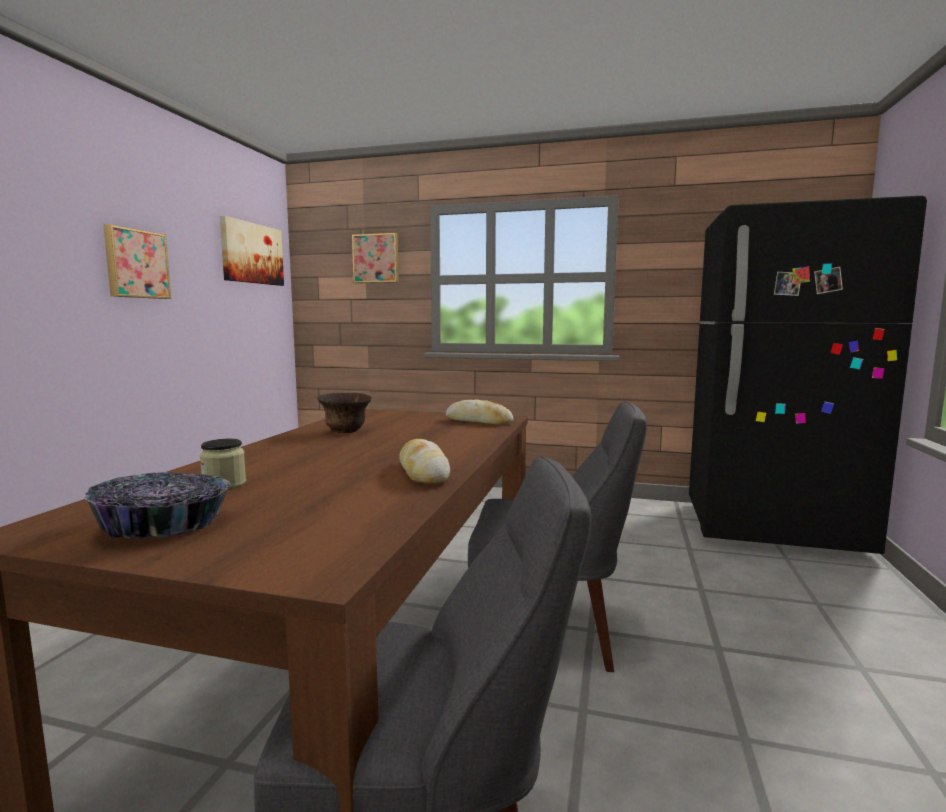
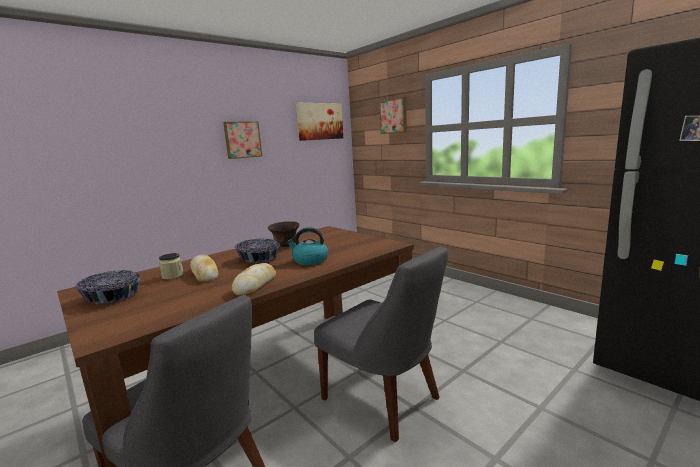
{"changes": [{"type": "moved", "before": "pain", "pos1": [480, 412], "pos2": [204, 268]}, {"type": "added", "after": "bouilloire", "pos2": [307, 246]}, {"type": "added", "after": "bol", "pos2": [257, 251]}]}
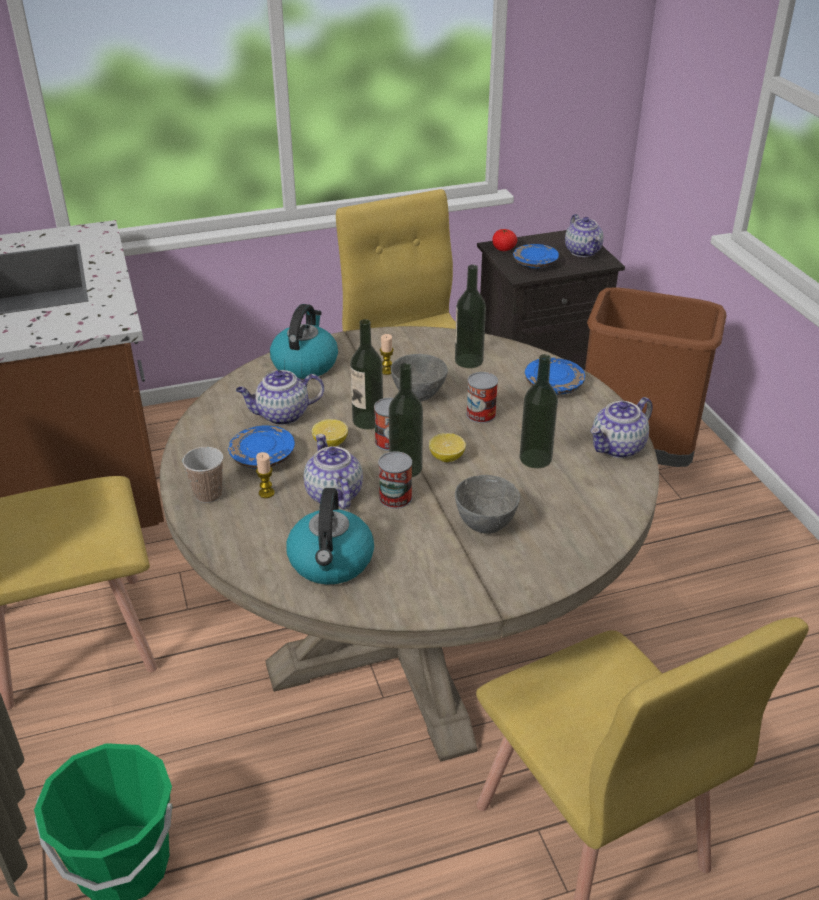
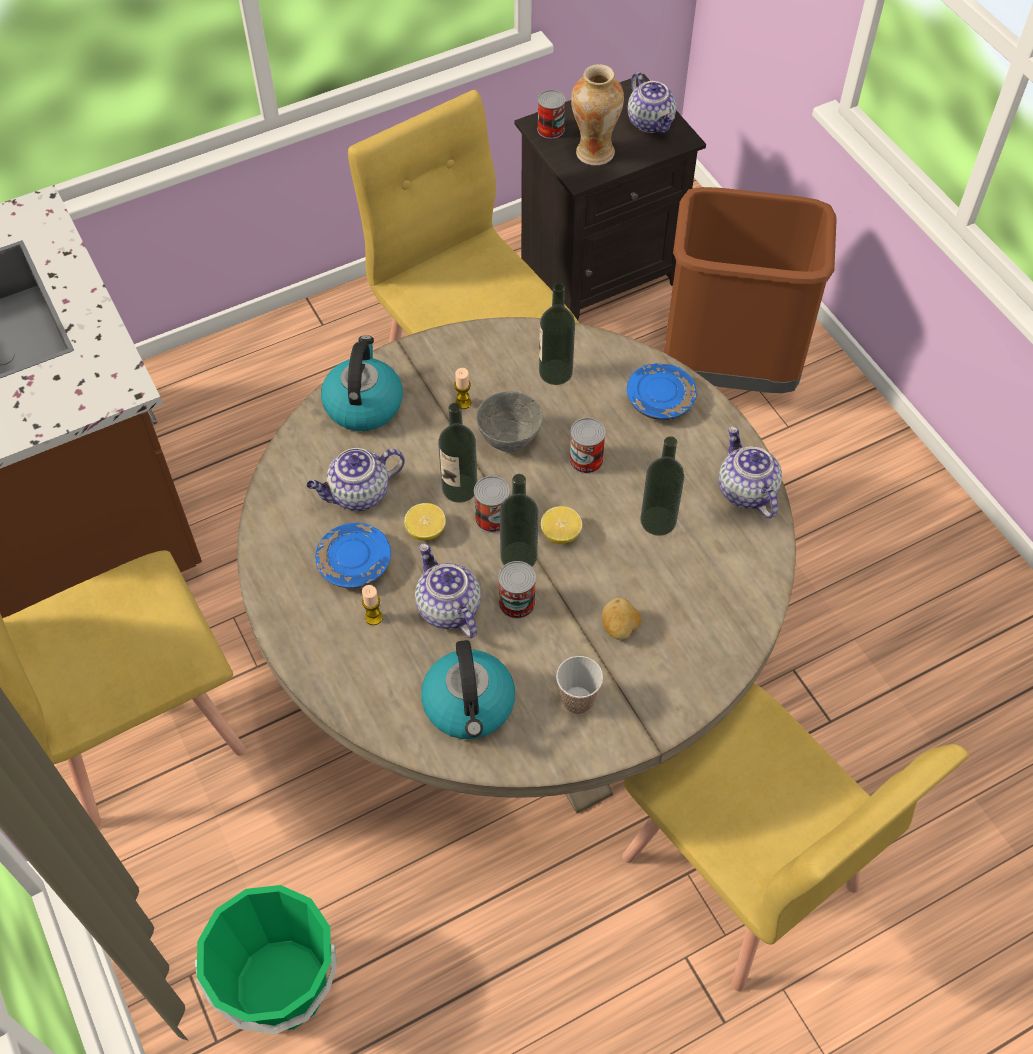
{"changes": [{"type": "replaced", "before": "tomate", "after": "boîte métallique", "pos1": [504, 240], "pos2": [551, 114]}, {"type": "replaced", "before": "assiette [bleu]", "after": "vase", "pos1": [536, 256], "pos2": [597, 115]}, {"type": "turned", "before": "théière", "pos1": [621, 427], "pos2": [750, 472], "turn": 120}, {"type": "moved", "before": "tasse", "pos1": [203, 475], "pos2": [579, 685]}, {"type": "replaced", "before": "bol [gris]", "after": "pomme de terre", "pos1": [487, 504], "pos2": [621, 619]}]}
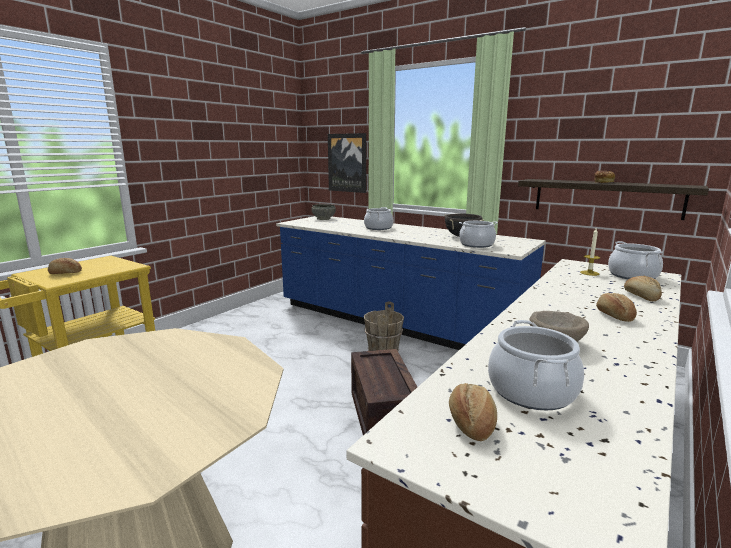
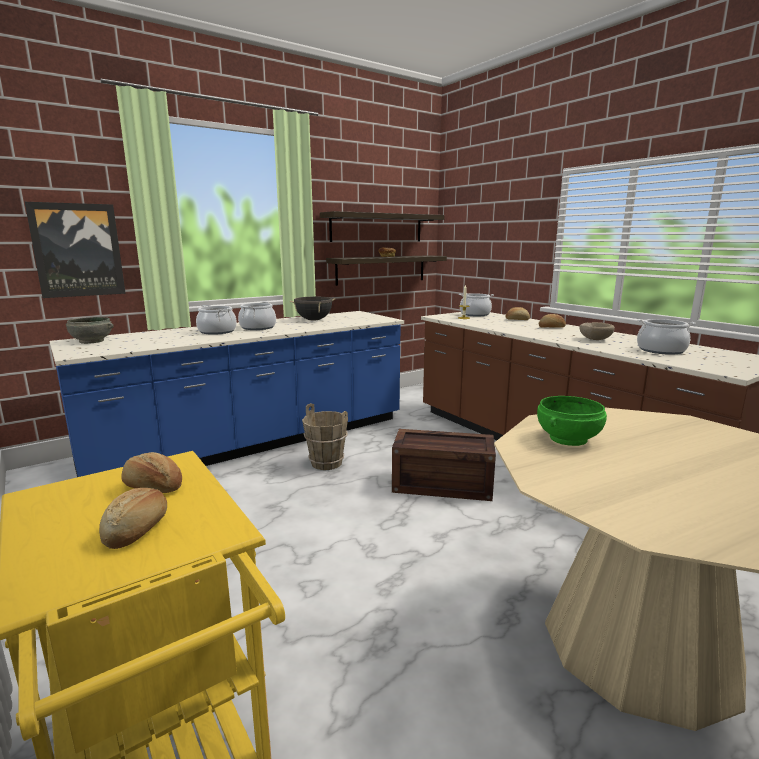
{"changes": [{"type": "moved", "before": "marmite", "pos1": [478, 234], "pos2": [257, 315]}, {"type": "moved", "before": "pain", "pos1": [473, 412], "pos2": [151, 472]}, {"type": "added", "after": "étagère", "pos2": [382, 226]}, {"type": "added", "after": "bol [vert]", "pos2": [572, 421]}]}
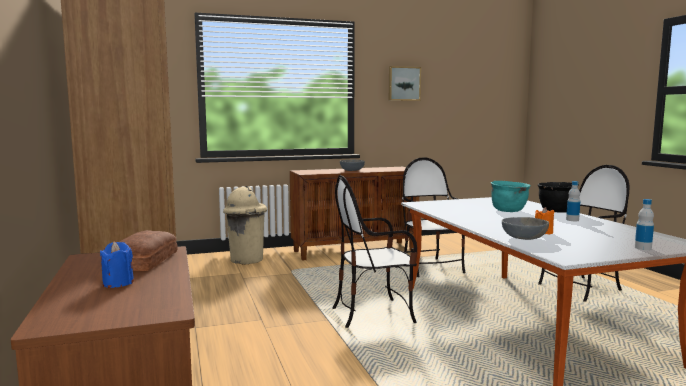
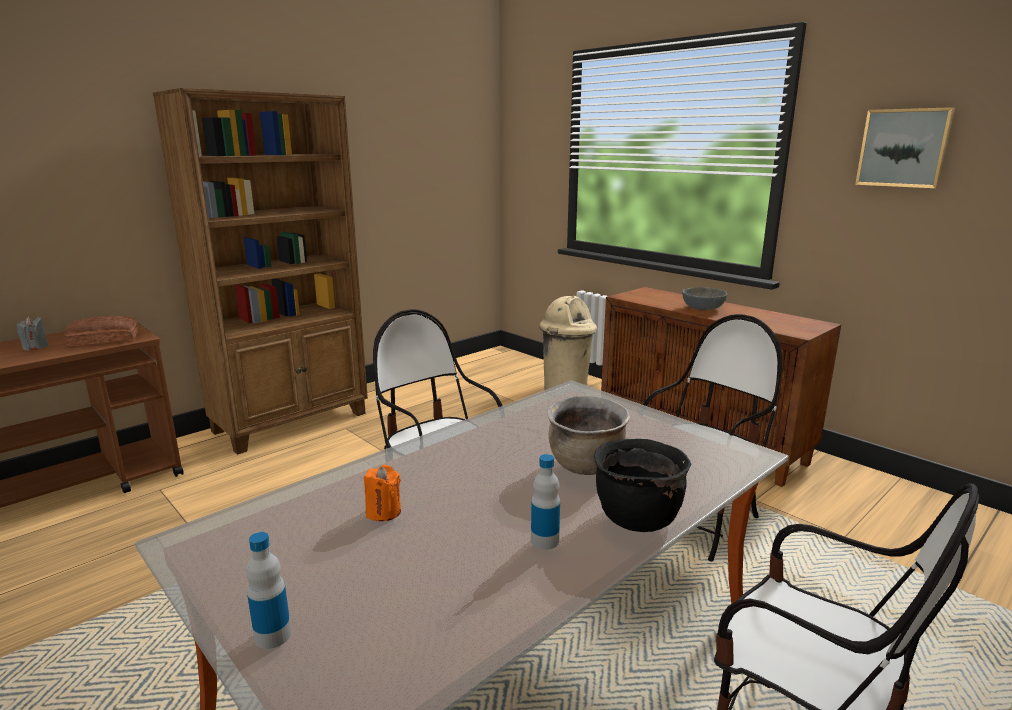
{"changes": [{"type": "recoloured", "before": "marmite [turquoise]", "after": "marmite [marron]", "pos1": [510, 196], "pos2": [588, 435]}, {"type": "removed", "before": "bol [gris]", "pos1": [525, 228]}, {"type": "recoloured", "before": "bougie [bleu]", "after": "bougie [gris]", "pos1": [117, 265], "pos2": [33, 333]}]}
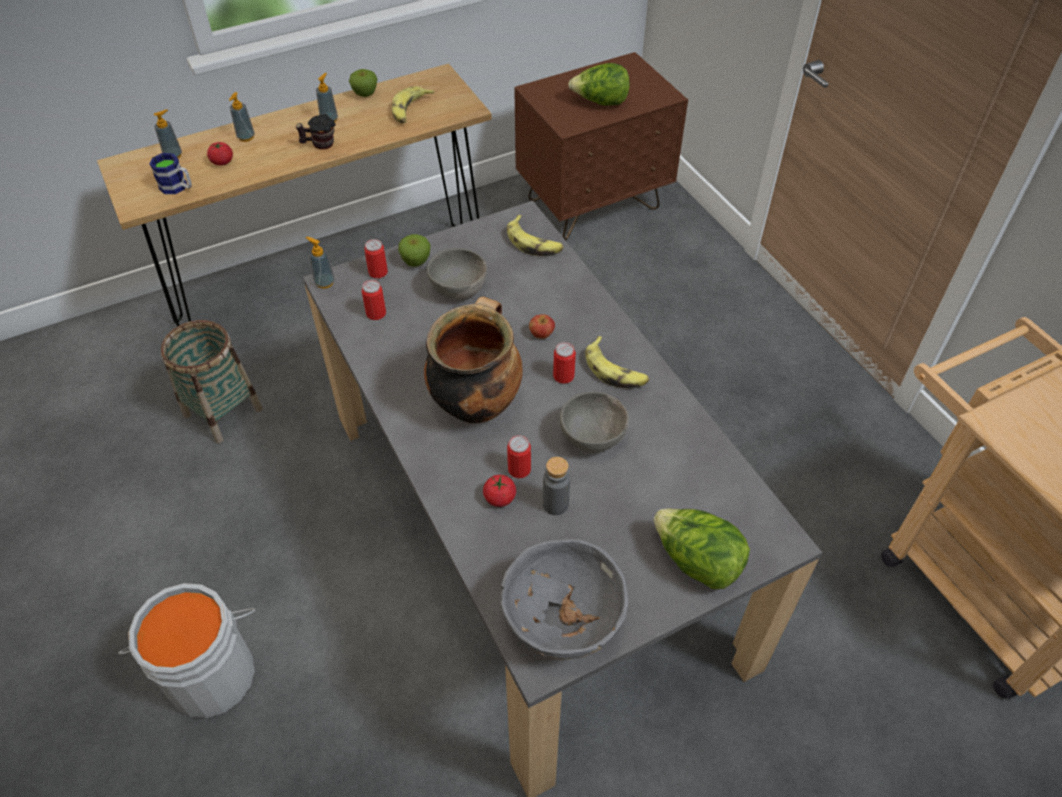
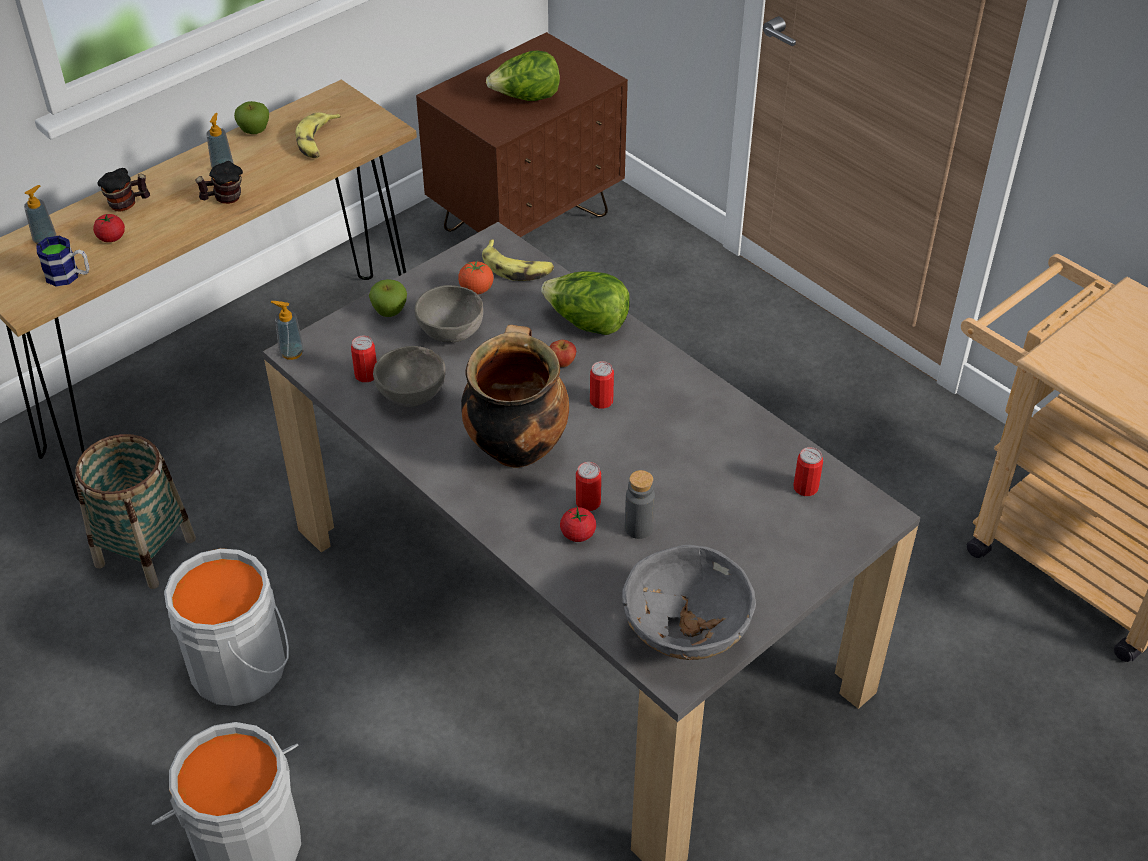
{"changes": [{"type": "replaced", "before": "distributeur de savon", "after": "mug", "pos1": [242, 117], "pos2": [123, 189]}, {"type": "moved", "before": "boîte métallique", "pos1": [376, 259], "pos2": [808, 471]}, {"type": "removed", "before": "banane", "pos1": [617, 362]}, {"type": "moved", "before": "bol [gris]", "pos1": [594, 422], "pos2": [409, 376]}, {"type": "moved", "before": "laitue", "pos1": [701, 549], "pos2": [585, 303]}, {"type": "added", "after": "tomate", "pos2": [475, 277]}, {"type": "added", "after": "seau [gris]", "pos2": [226, 627]}]}
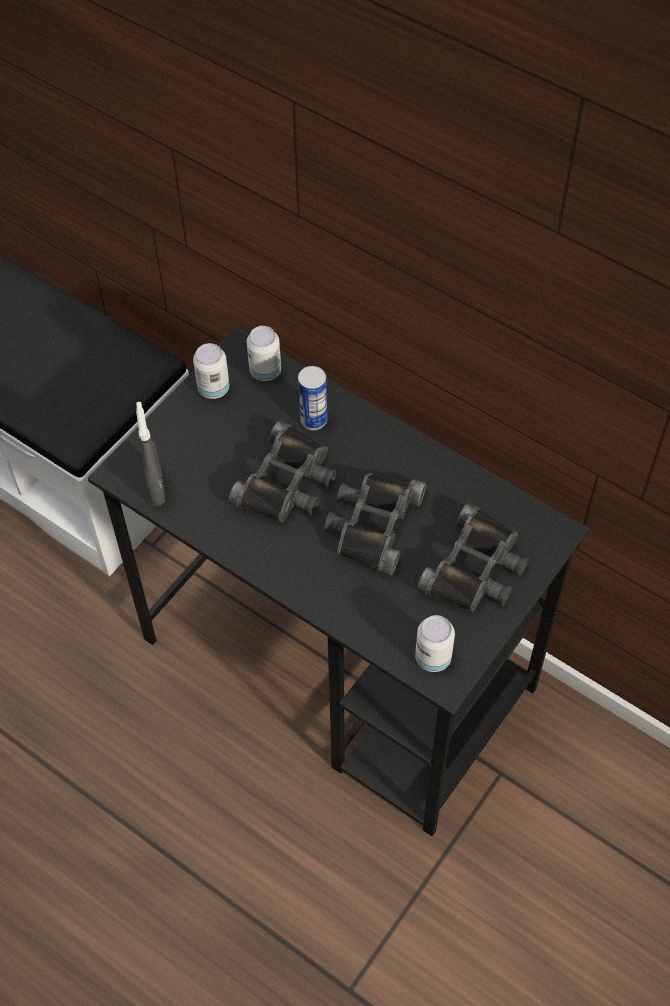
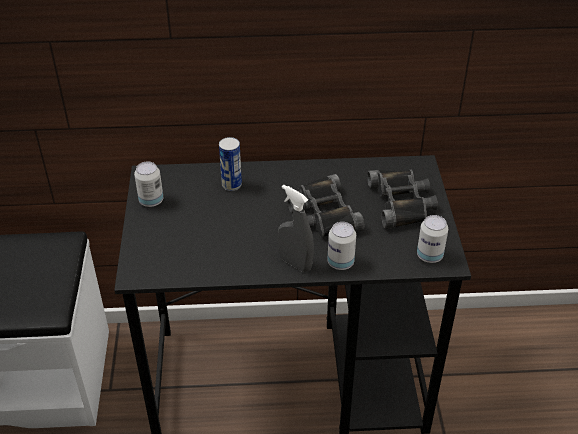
{"changes": [{"type": "moved", "before": "boîte métallique", "pos1": [264, 353], "pos2": [342, 246]}, {"type": "moved", "before": "vaporisateur [gris]", "pos1": [150, 454], "pos2": [296, 228]}, {"type": "removed", "before": "jumelles [noir]", "pos1": [282, 471]}]}
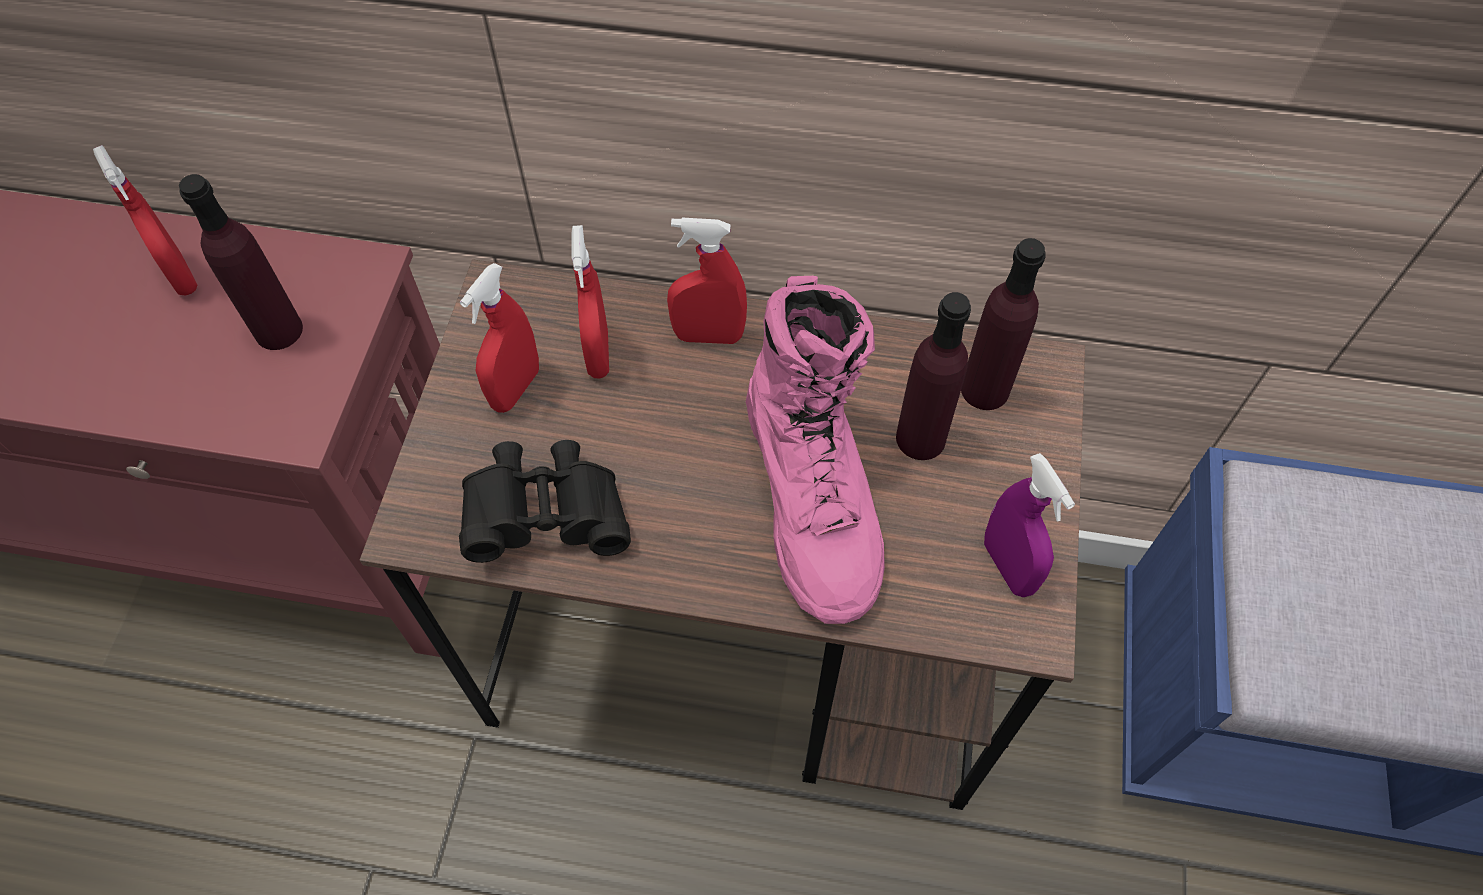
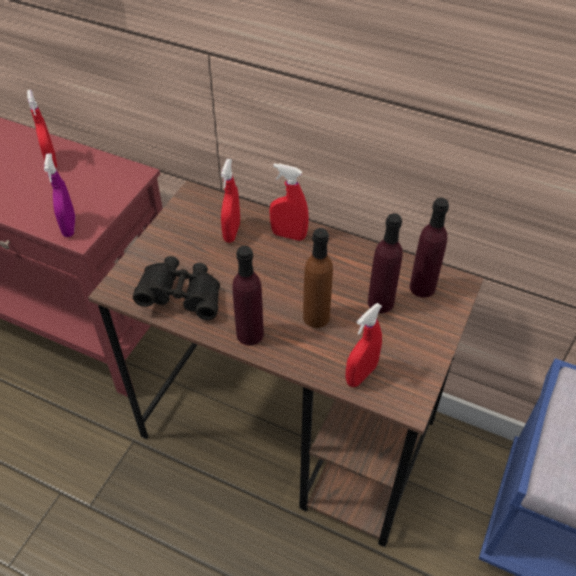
{"changes": [{"type": "moved", "before": "bouteille [violet]", "pos1": [241, 262], "pos2": [248, 296]}, {"type": "moved", "before": "vaporisateur [rouge]", "pos1": [499, 338], "pos2": [363, 345]}, {"type": "replaced", "before": "botte [rose]", "after": "bouteille [marron]", "pos1": [815, 450], "pos2": [318, 278]}, {"type": "moved", "before": "vaporisateur [violet]", "pos1": [1029, 525], "pos2": [59, 195]}]}
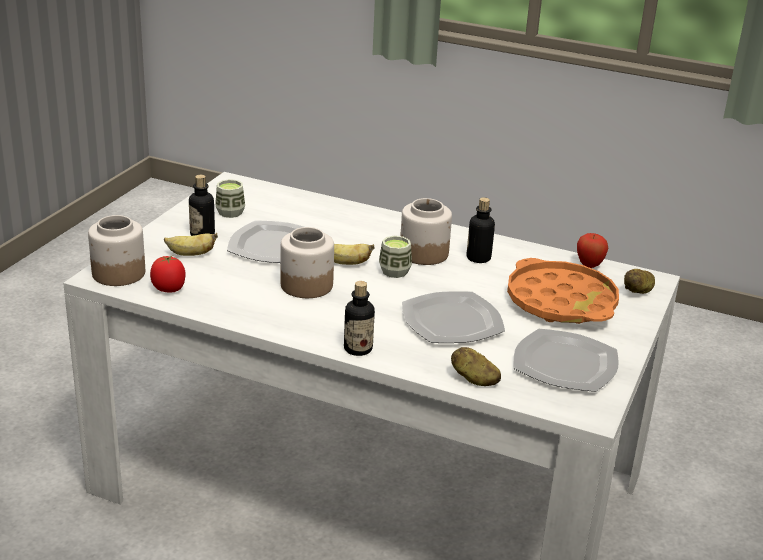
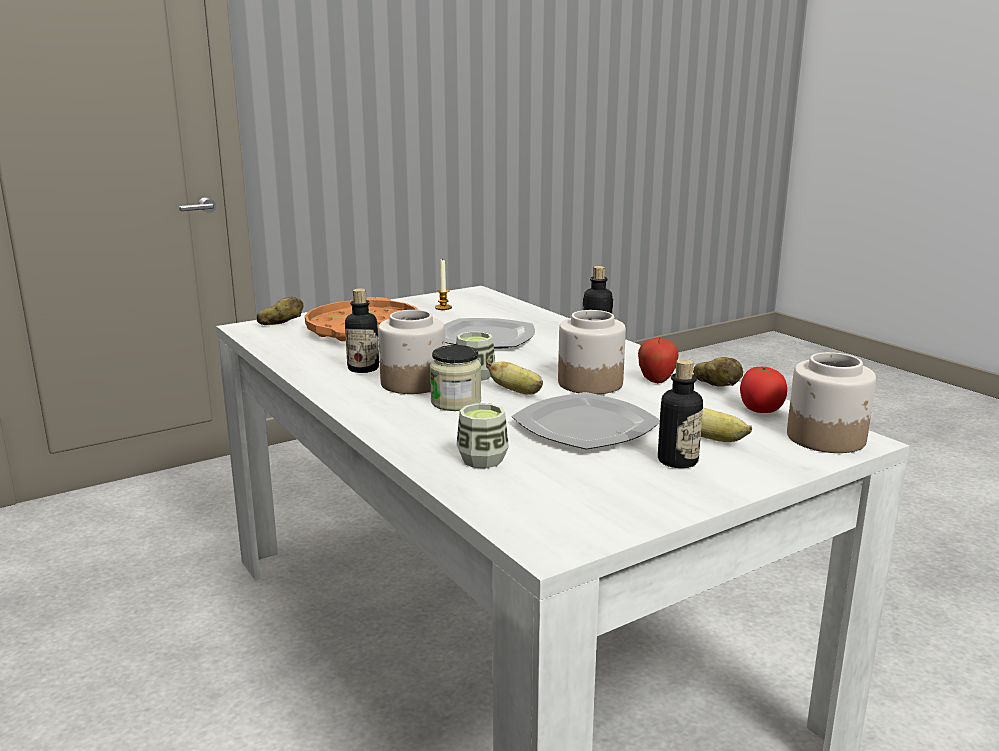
{"changes": [{"type": "moved", "before": "tasse", "pos1": [230, 198], "pos2": [483, 435]}, {"type": "moved", "before": "pomme", "pos1": [592, 250], "pos2": [658, 360]}, {"type": "replaced", "before": "assiette", "after": "bougie", "pos1": [566, 360], "pos2": [443, 284]}, {"type": "moved", "before": "pomme de terre", "pos1": [476, 366], "pos2": [718, 372]}, {"type": "added", "after": "bocal", "pos2": [455, 378]}]}
